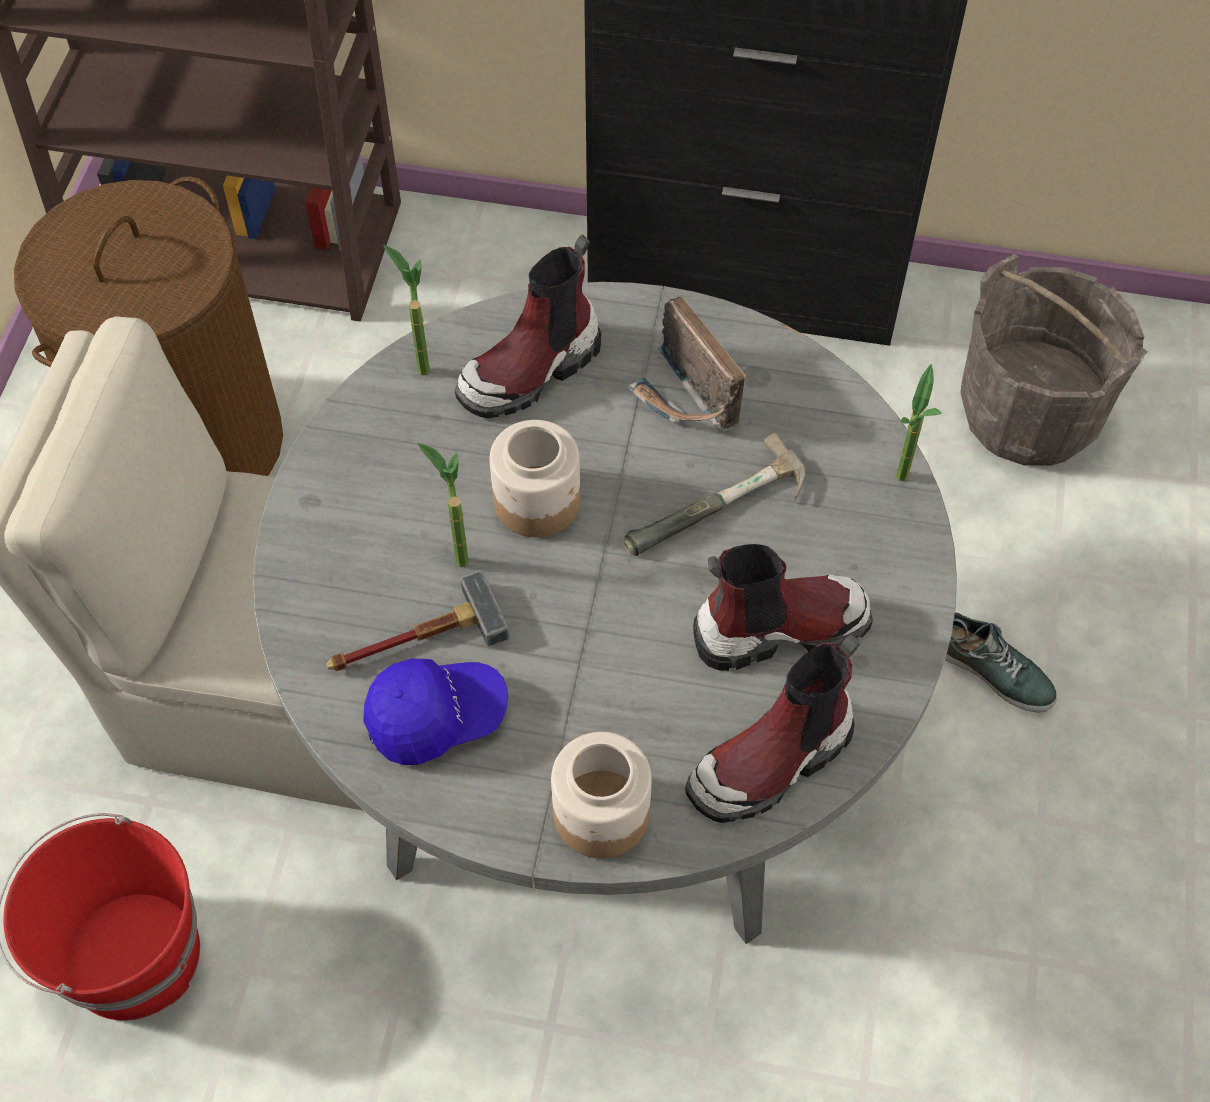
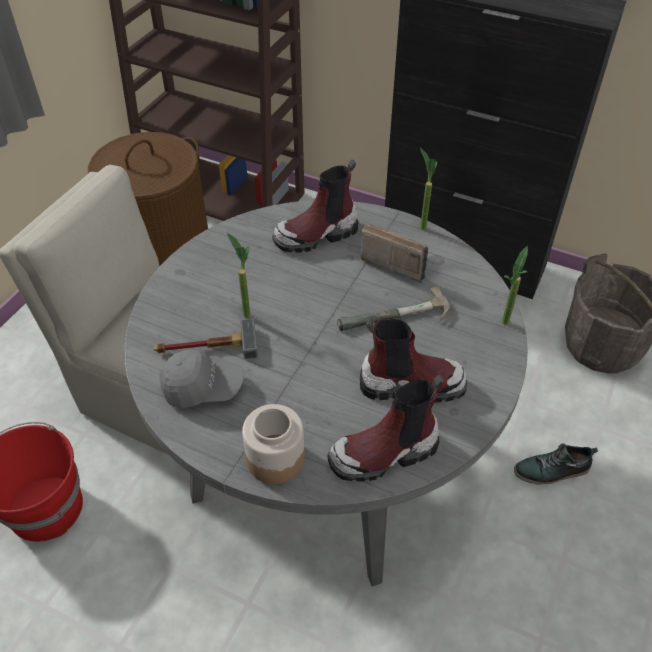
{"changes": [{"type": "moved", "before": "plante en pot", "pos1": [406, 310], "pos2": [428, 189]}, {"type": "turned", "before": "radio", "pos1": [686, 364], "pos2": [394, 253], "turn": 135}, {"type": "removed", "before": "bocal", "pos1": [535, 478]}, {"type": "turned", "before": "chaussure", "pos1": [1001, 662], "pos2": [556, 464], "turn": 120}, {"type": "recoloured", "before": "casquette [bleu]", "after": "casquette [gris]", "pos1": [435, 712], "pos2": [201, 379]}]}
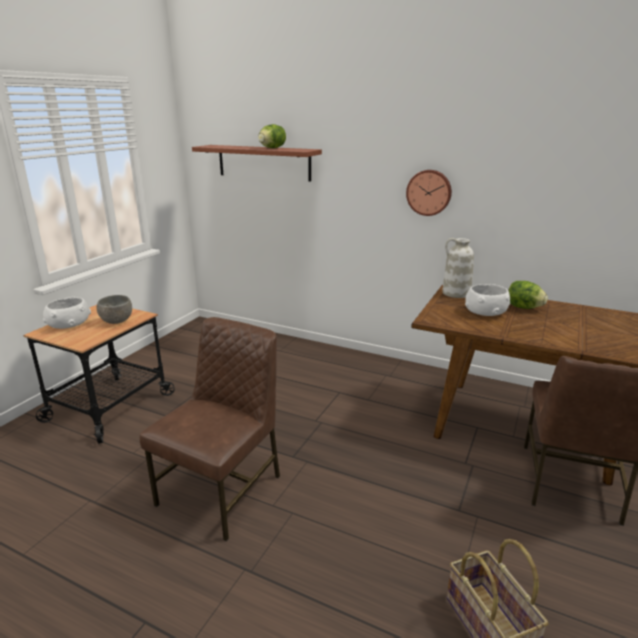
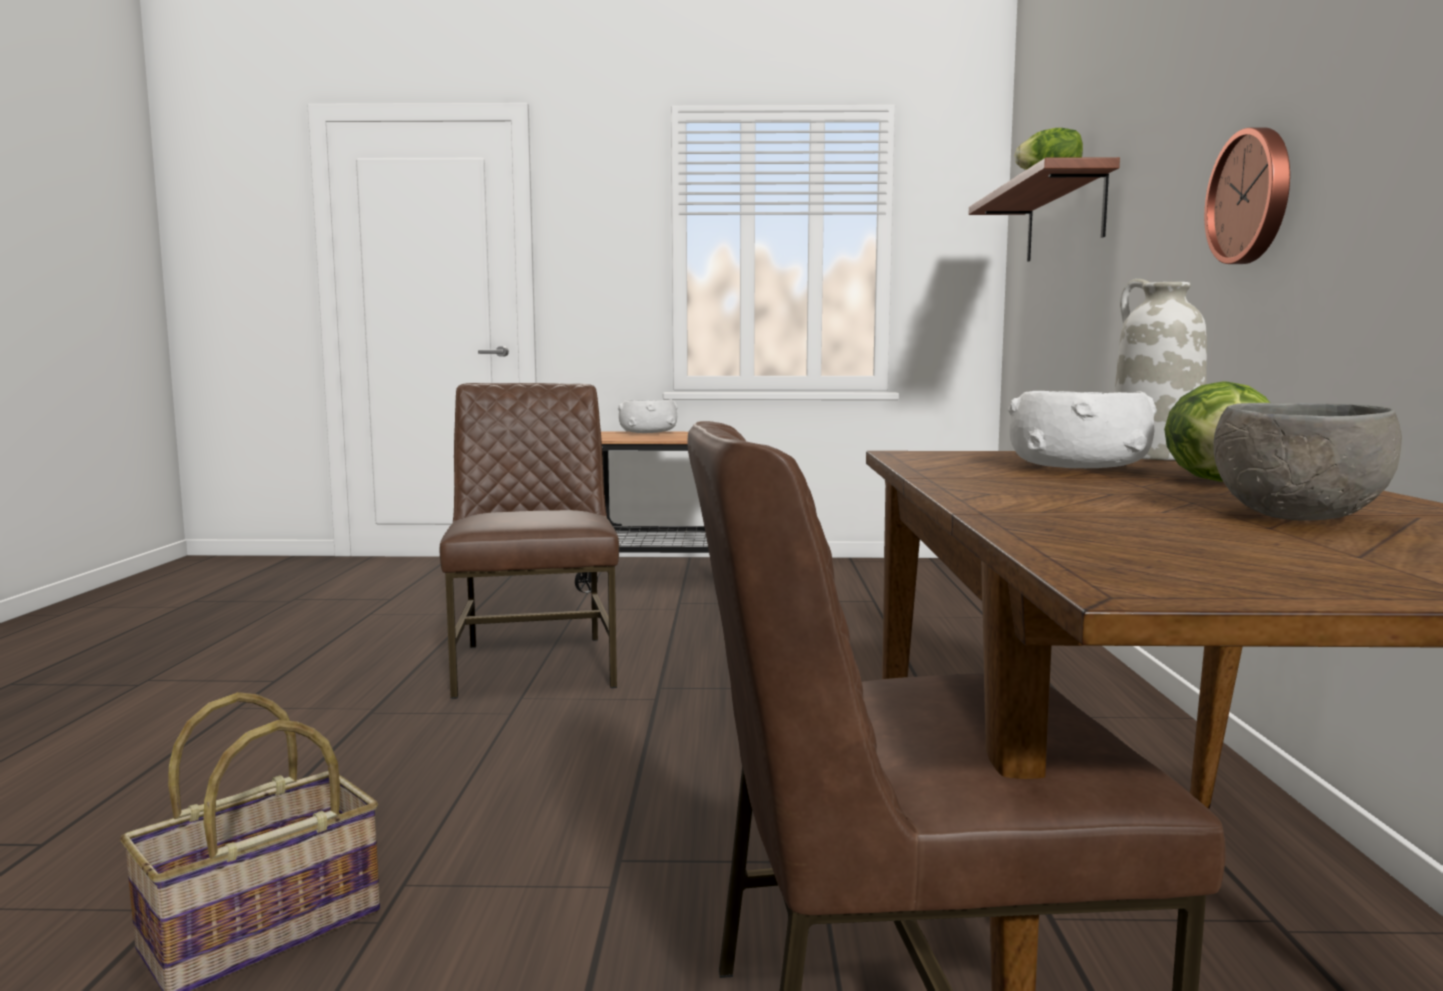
{"changes": [{"type": "moved", "before": "bol [gris]", "pos1": [114, 309], "pos2": [1307, 462]}, {"type": "turned", "before": "chaise [marron]", "pos1": [210, 429], "pos2": [529, 541], "turn": -105}]}
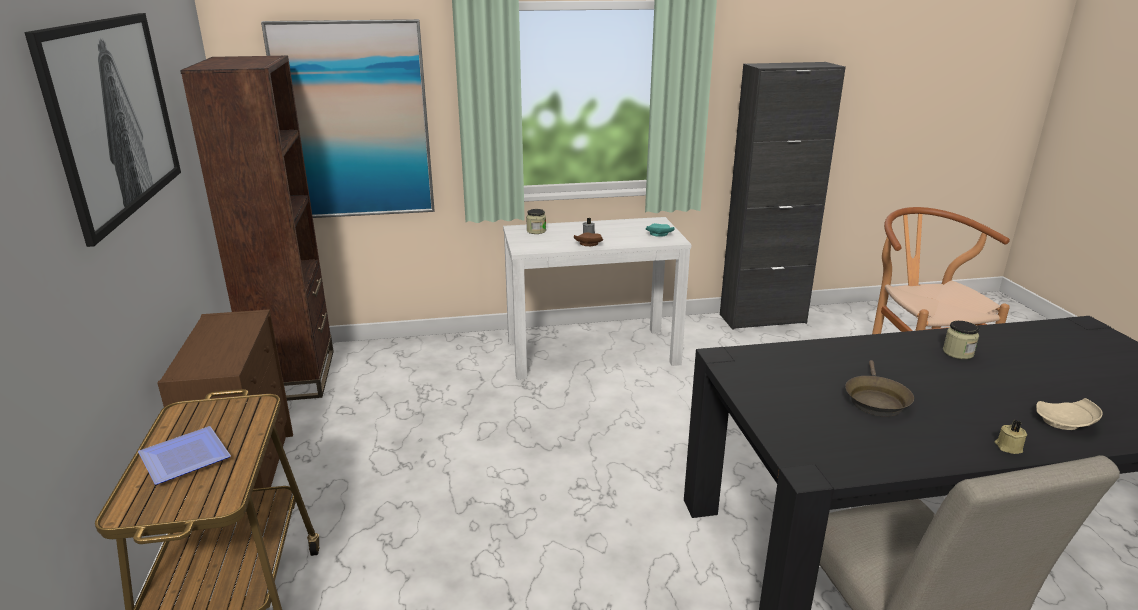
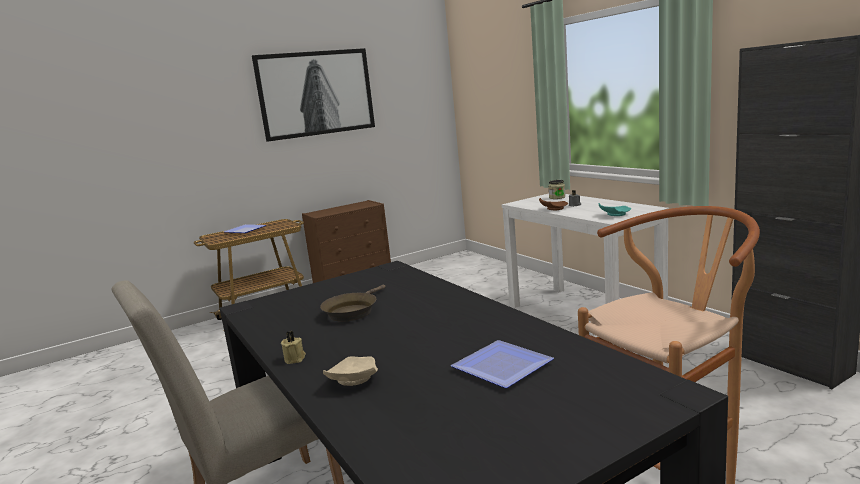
{"changes": [{"type": "removed", "before": "tableau", "pos1": [348, 118]}, {"type": "removed", "before": "bibliothèque [marron]", "pos1": [257, 228]}, {"type": "removed", "before": "bocal", "pos1": [961, 340]}, {"type": "turned", "before": "poêle [marron]", "pos1": [879, 388], "pos2": [352, 303], "turn": -60}, {"type": "added", "after": "assiette", "pos2": [502, 364]}]}
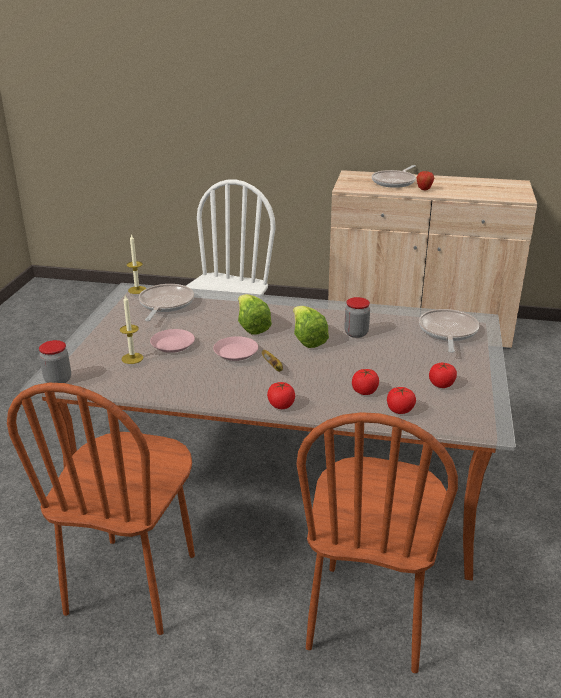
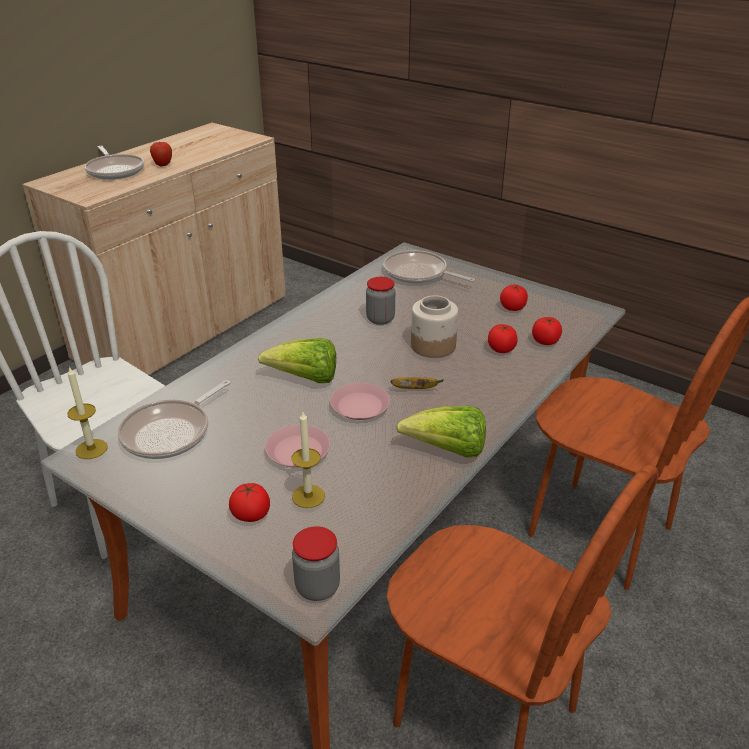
{"changes": [{"type": "turned", "before": "poêle", "pos1": [166, 302], "pos2": [174, 419], "turn": -90}, {"type": "moved", "before": "laitue", "pos1": [311, 327], "pos2": [441, 431]}, {"type": "moved", "before": "tomate", "pos1": [281, 395], "pos2": [249, 502]}, {"type": "added", "after": "bocal", "pos2": [434, 326]}]}
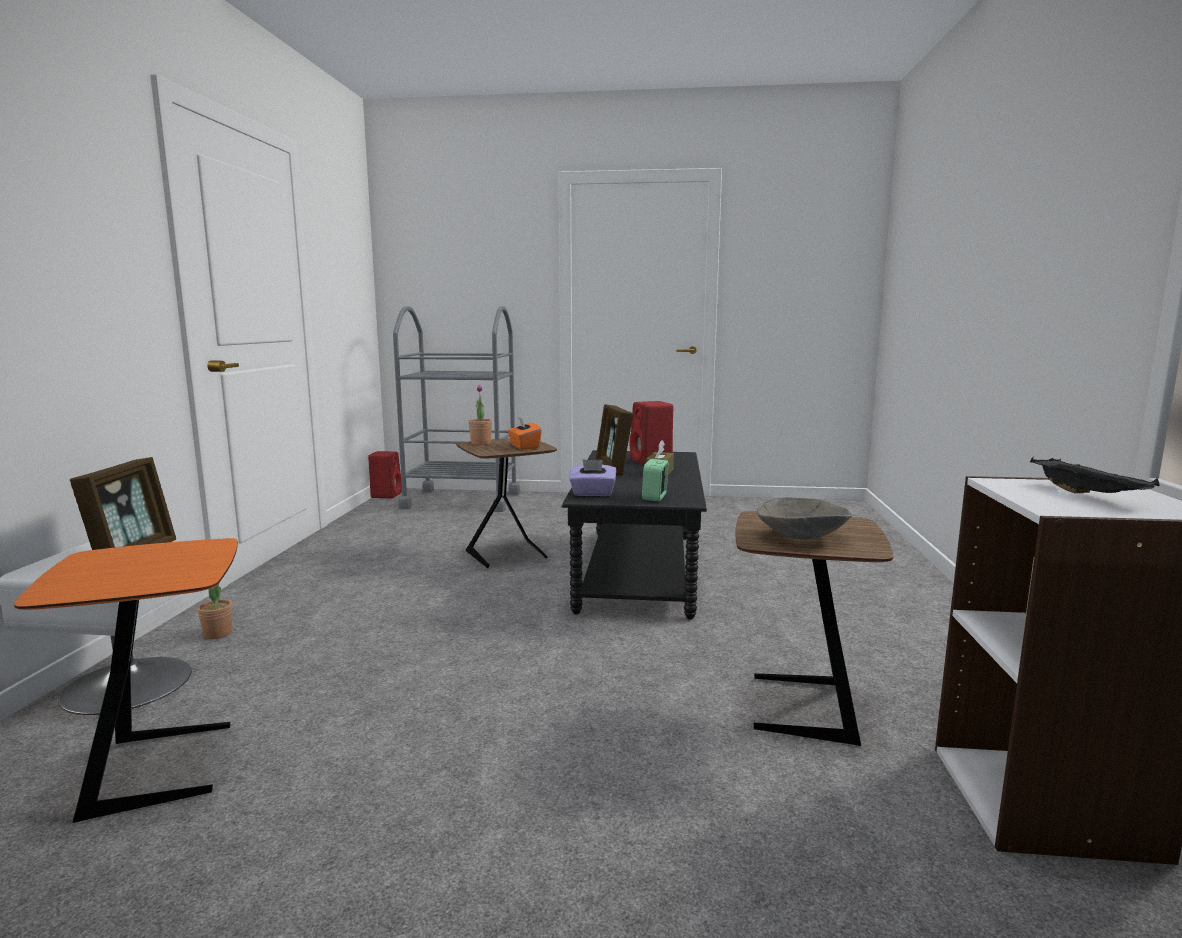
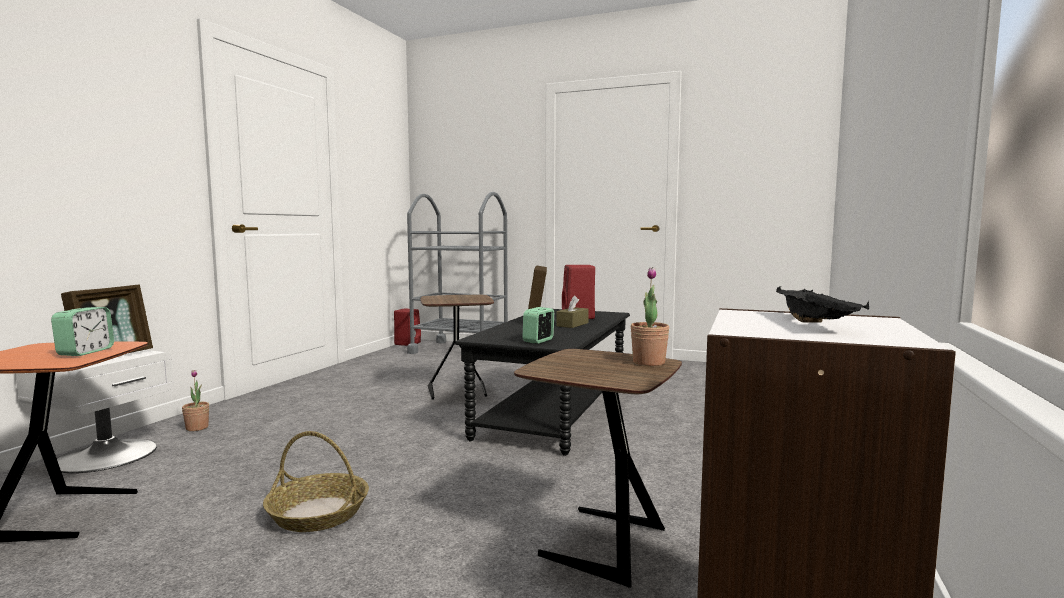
{"changes": [{"type": "moved", "before": "plante en pot", "pos1": [480, 415], "pos2": [650, 316]}, {"type": "removed", "before": "boîte à mouchoirs [orange]", "pos1": [525, 433]}, {"type": "removed", "before": "boîte à mouchoirs [violet]", "pos1": [592, 477]}, {"type": "removed", "before": "bol [gris]", "pos1": [805, 518]}, {"type": "added", "after": "réveil", "pos2": [82, 331]}, {"type": "added", "after": "panier", "pos2": [316, 481]}]}
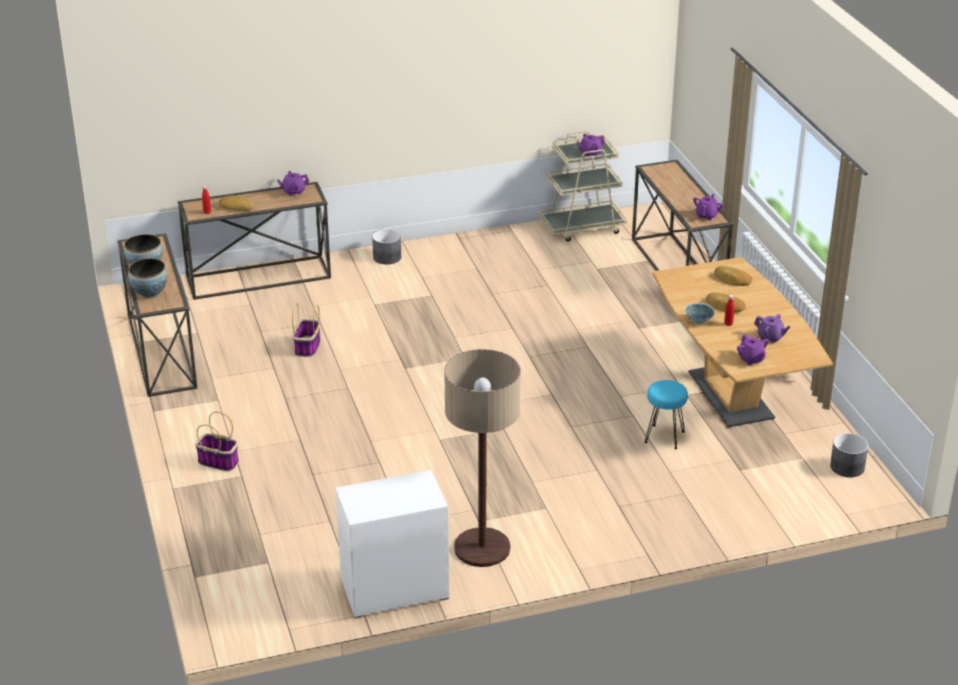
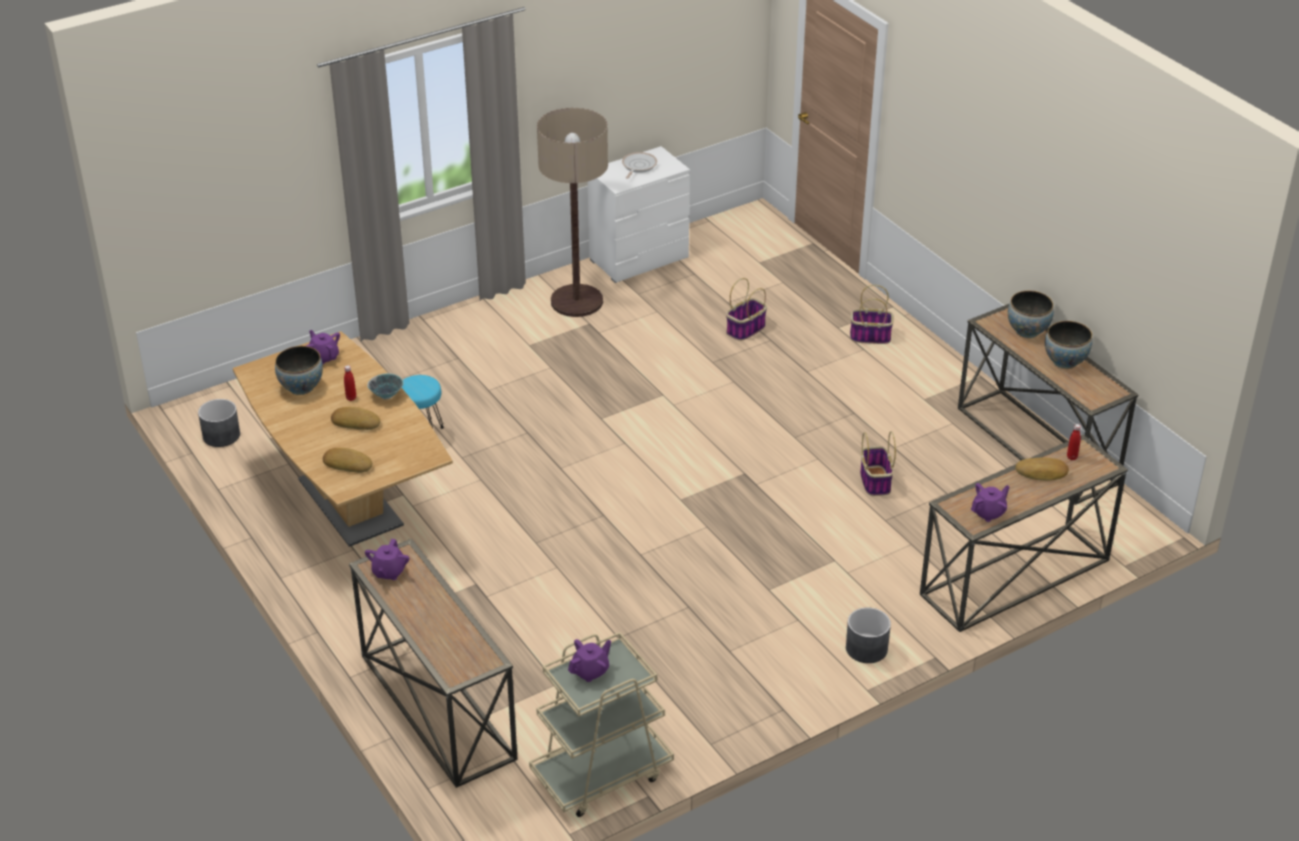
{"changes": [{"type": "replaced", "before": "théière [violet]", "after": "bol", "pos1": [772, 328], "pos2": [299, 370]}, {"type": "added", "after": "poêle", "pos2": [639, 165]}, {"type": "added", "after": "panier", "pos2": [746, 309]}]}
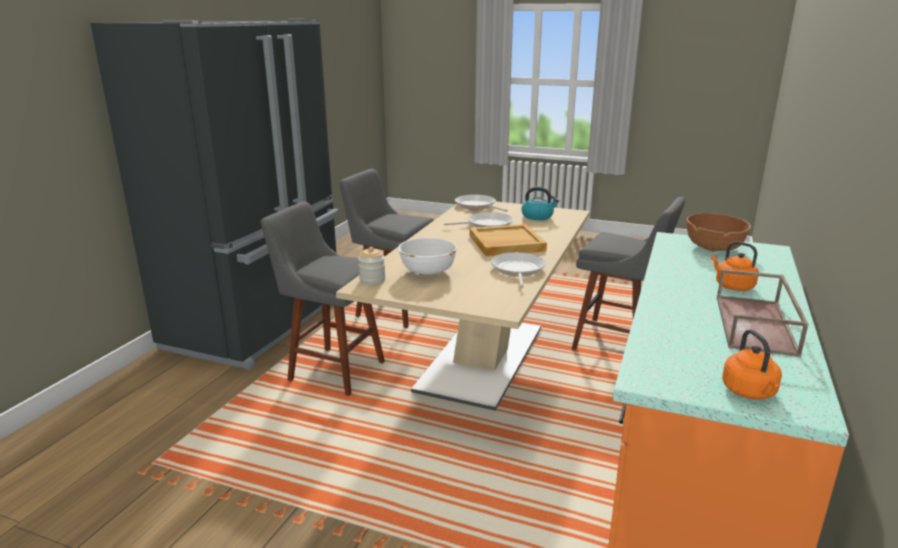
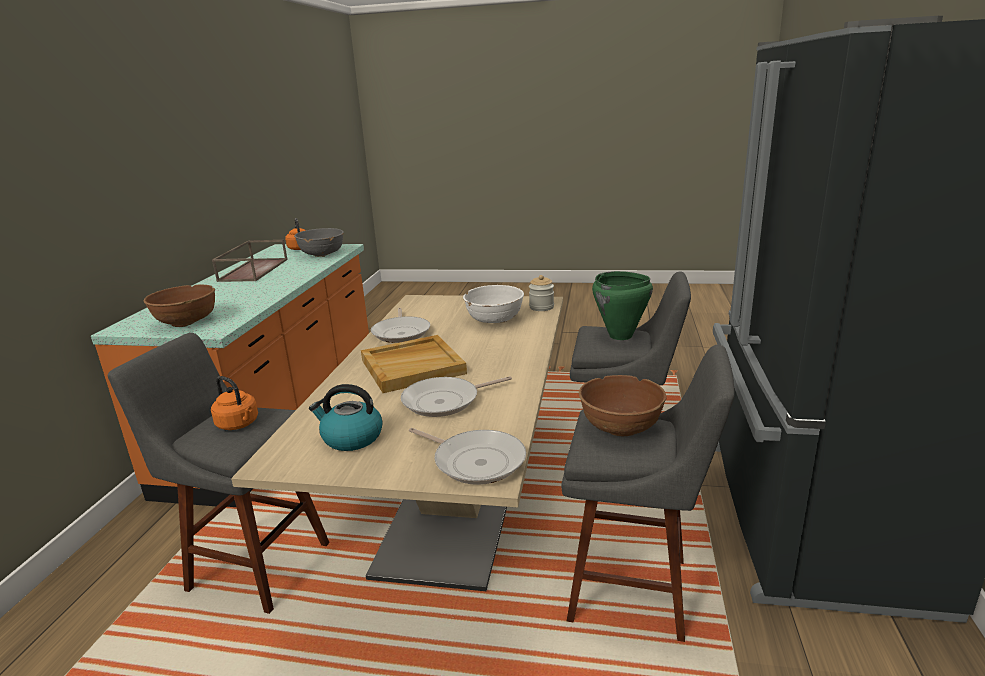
{"changes": [{"type": "moved", "before": "bouilloire [orange]", "pos1": [735, 266], "pos2": [234, 403]}, {"type": "added", "after": "bol [gris]", "pos2": [319, 242]}, {"type": "added", "after": "marmite [vert]", "pos2": [622, 305]}, {"type": "added", "after": "bol [marron]", "pos2": [622, 405]}]}
